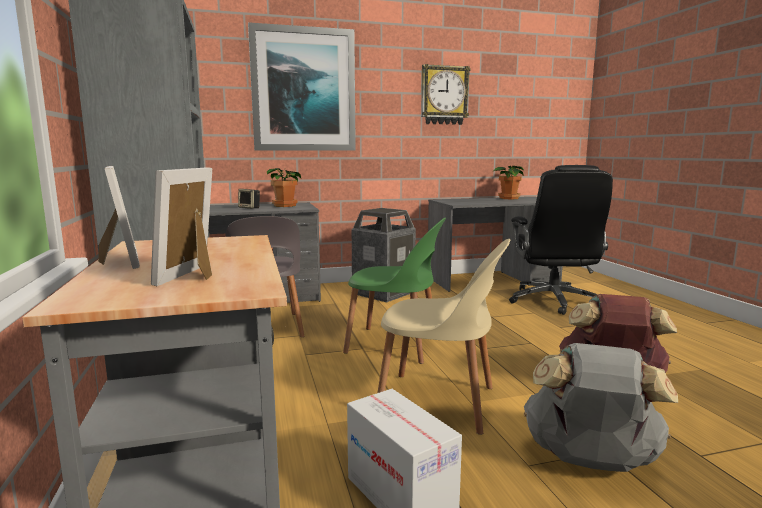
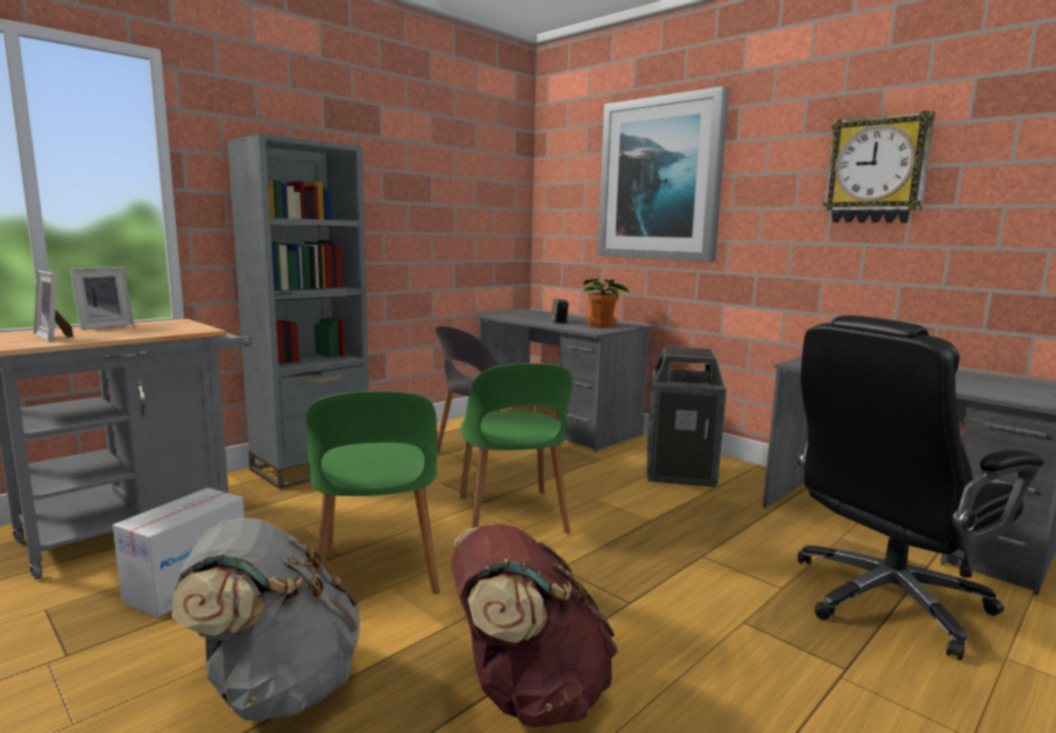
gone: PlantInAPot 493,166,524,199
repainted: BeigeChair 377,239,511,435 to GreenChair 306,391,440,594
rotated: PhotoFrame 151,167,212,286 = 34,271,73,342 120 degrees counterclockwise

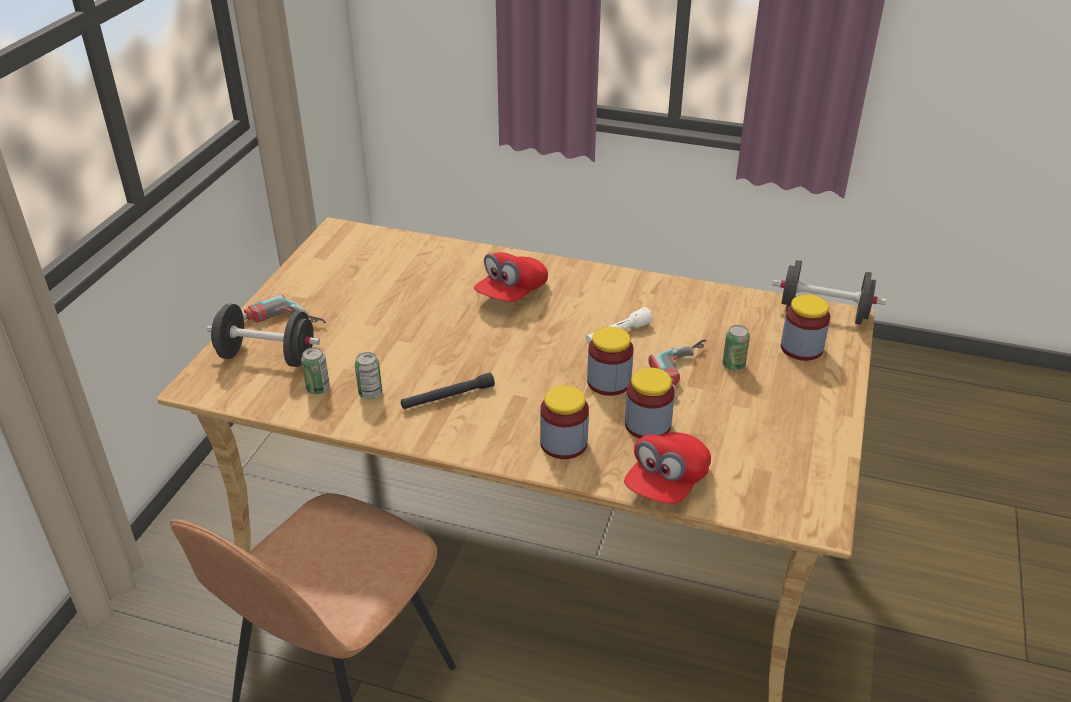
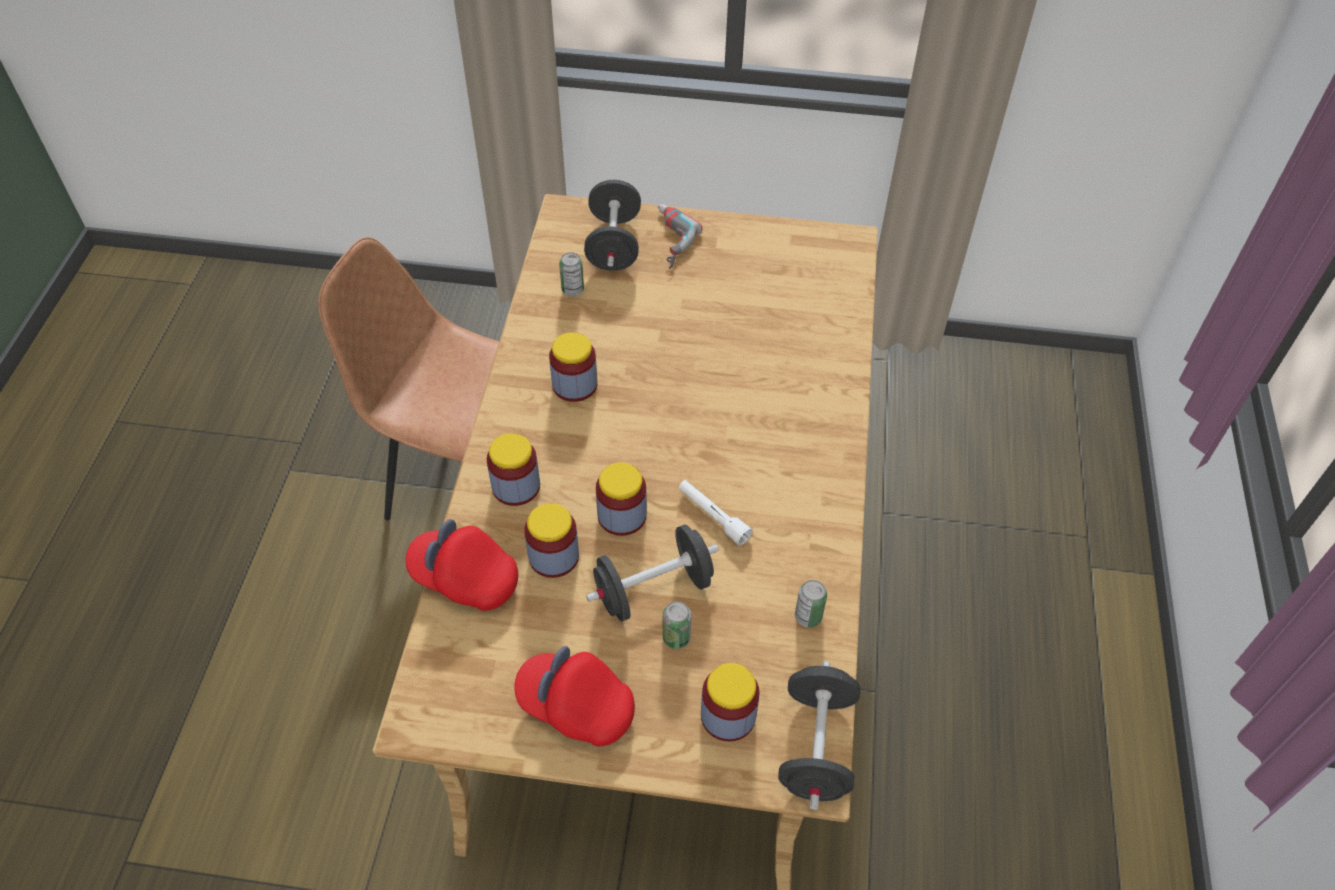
shifted: Can 355,352,382,399 to 795,580,827,627; RedColouredBaseballCap 474,252,548,302 to 514,646,635,746
swapped: BlackColouredTorch 401,373,495,409 to StorageJar 549,332,597,402; Drill 648,340,706,395 to BlackColouredFreeWeight 586,524,719,622

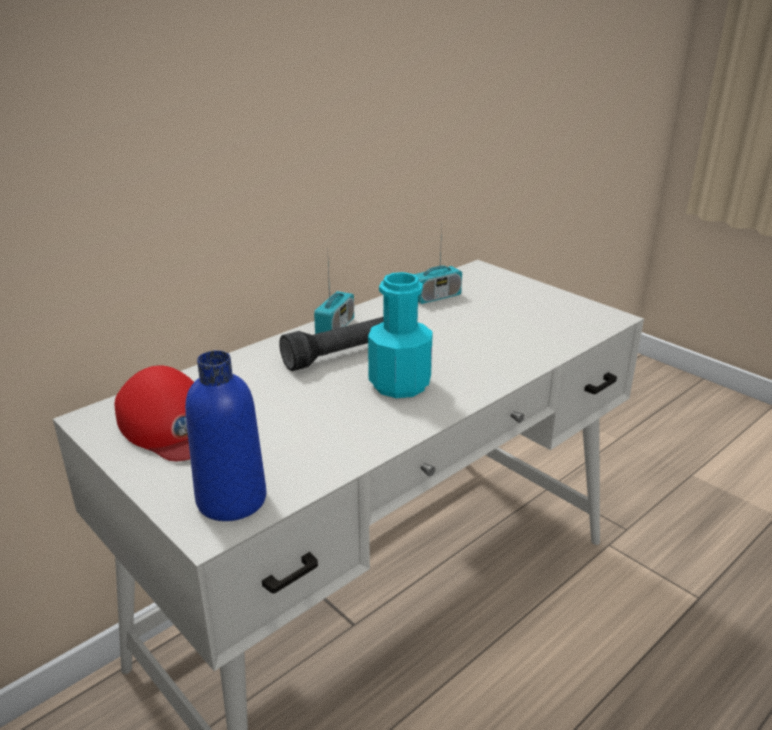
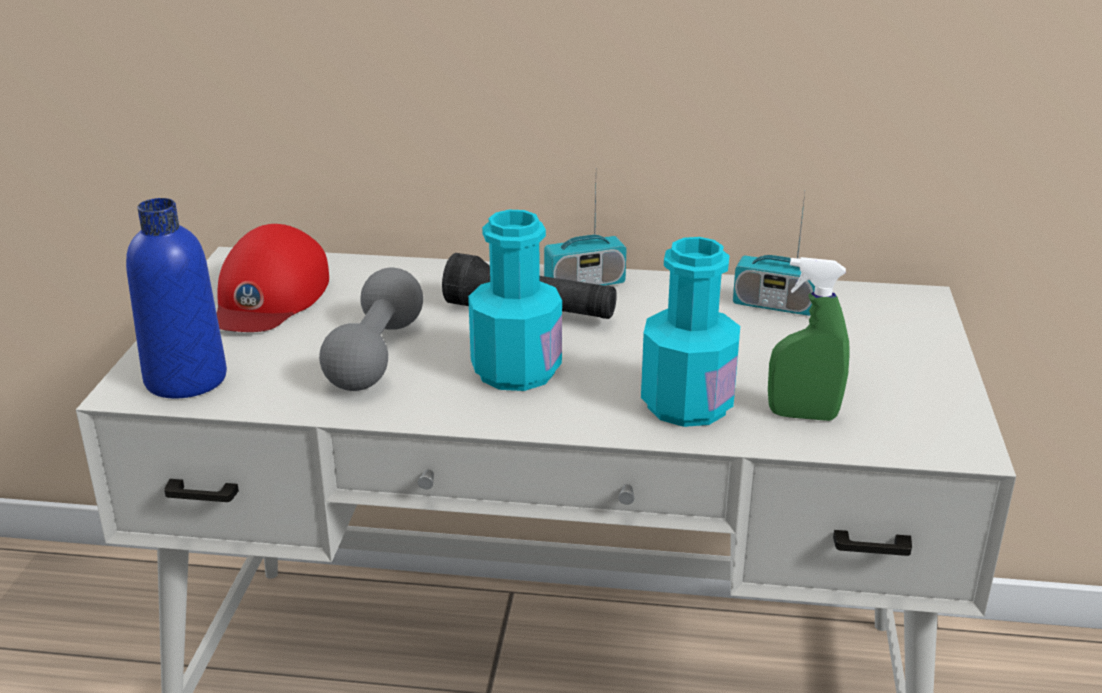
new: GreyishFreeWeight 319,268,423,391; TurquoiseBeverageBottle 641,237,740,427; GreenHandSprayer 768,257,850,421

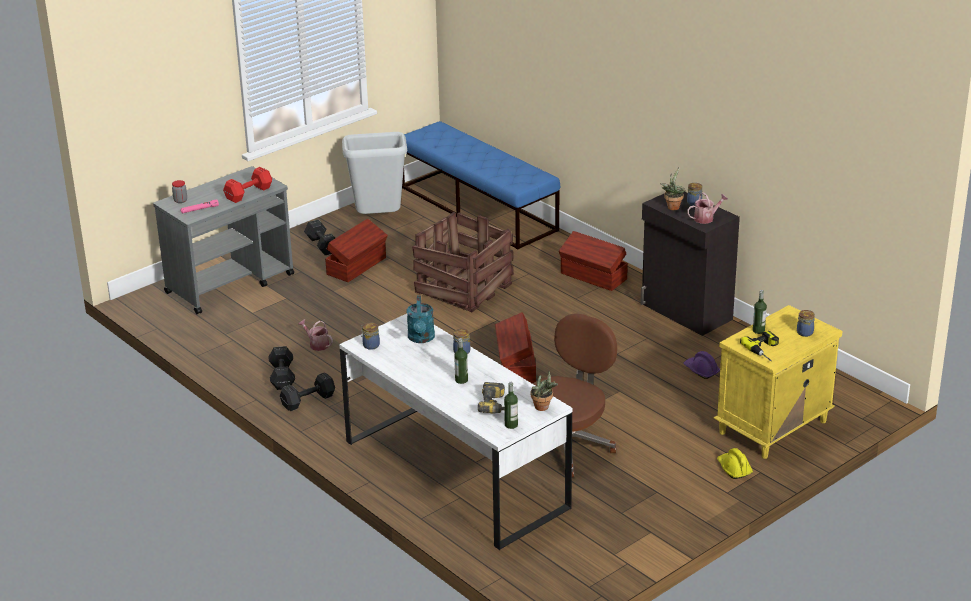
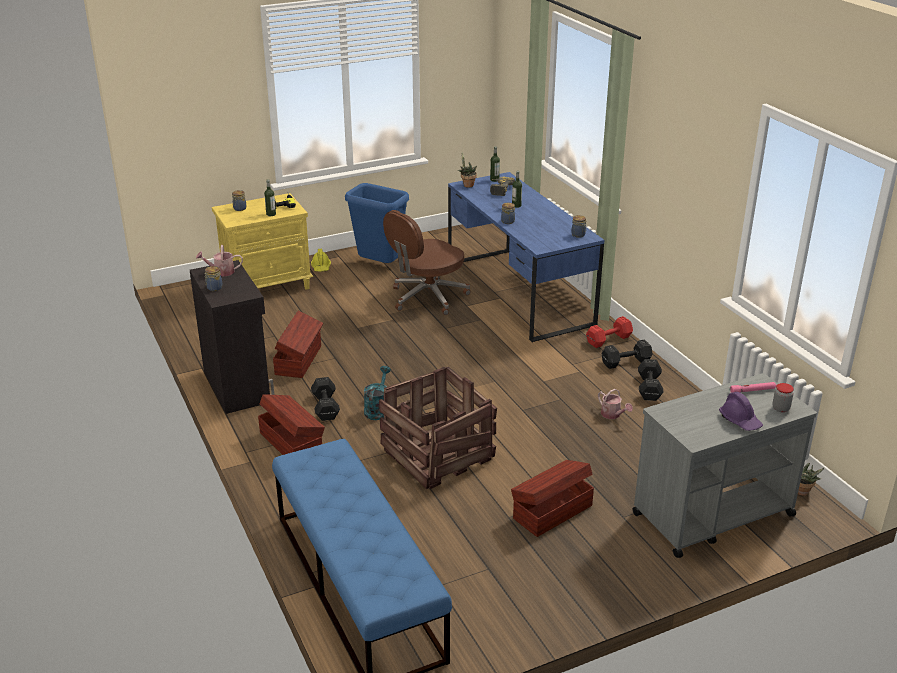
gone: GreyishTrashCan 342,132,407,214
new: BluishTrashCan 345,183,409,263
shifted: RedColouredFreeWeight 223,167,272,203 to 586,316,633,348; BlackColouredFreeWeight 304,219,335,255 to 311,377,340,421; TurquoiseSprinklingCan 407,295,435,343 to 364,366,391,420; BrownColouredStorageContainer 495,312,536,383 to 273,311,323,378; PlantInAPot 660,167,686,210 to 798,463,825,496; PurpleSafetyHelmet 684,351,720,379 to 719,392,763,431
repainted: WhiteDeskUnit 339,314,572,550 to BluishDeskUnit 448,172,604,343

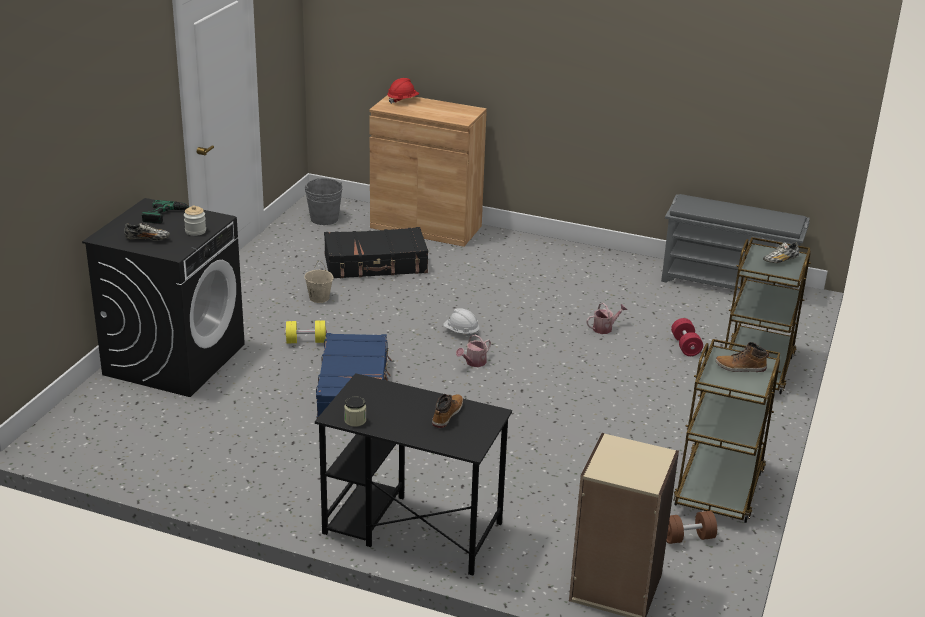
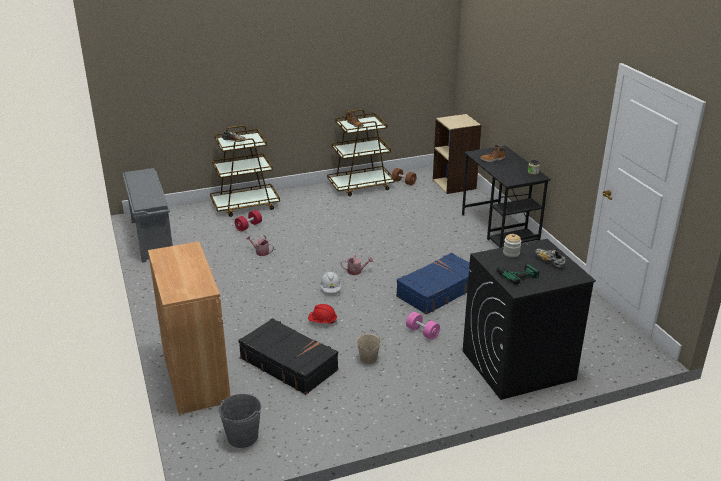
shifted: RedColouredSafetyHelmet 387,78,419,104 to 308,304,337,324
repainted: YellowFreeWeight 285,320,327,343 to PinkFreeWeight 406,312,440,340

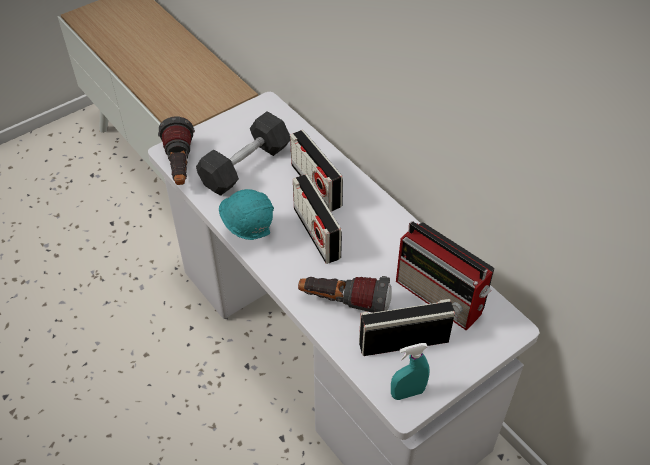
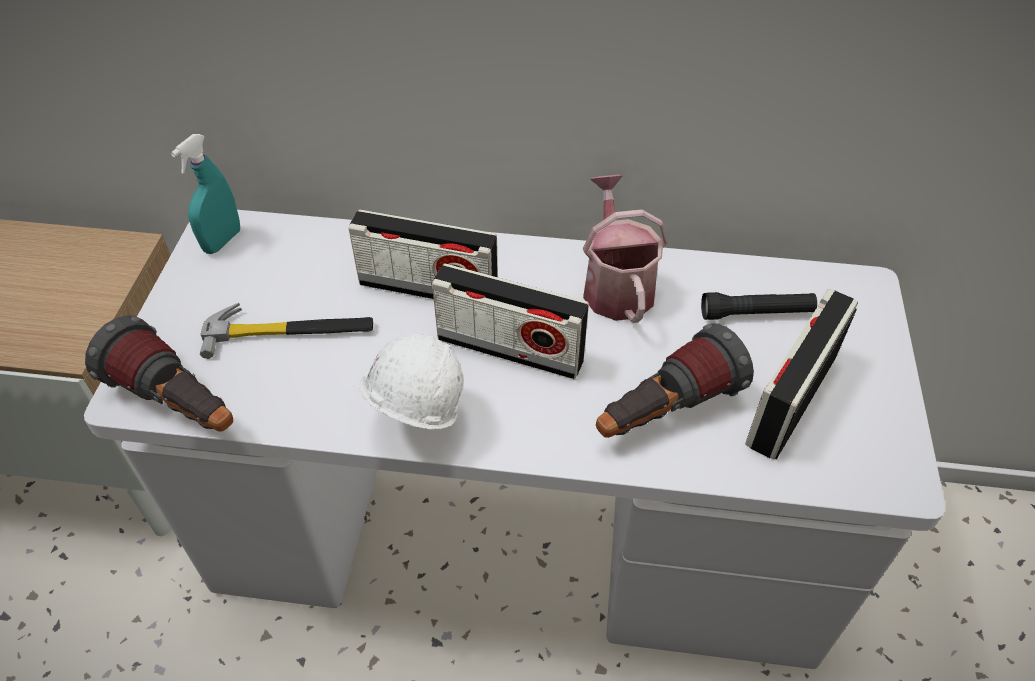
new: SprinklingCan 583,174,668,323
shifted: TurquoiseHandSprayer 391,343,430,400 to 171,134,240,254
swapped: GreyishFreeWeight 196,111,290,196 to HandHammer 200,303,373,359; Radio 396,221,495,331 to BlackColouredTorch 701,292,817,320
repainted: TurquoiseSafetyHelmet 219,189,274,240 to WhiteSafetyHelmet 359,333,463,430

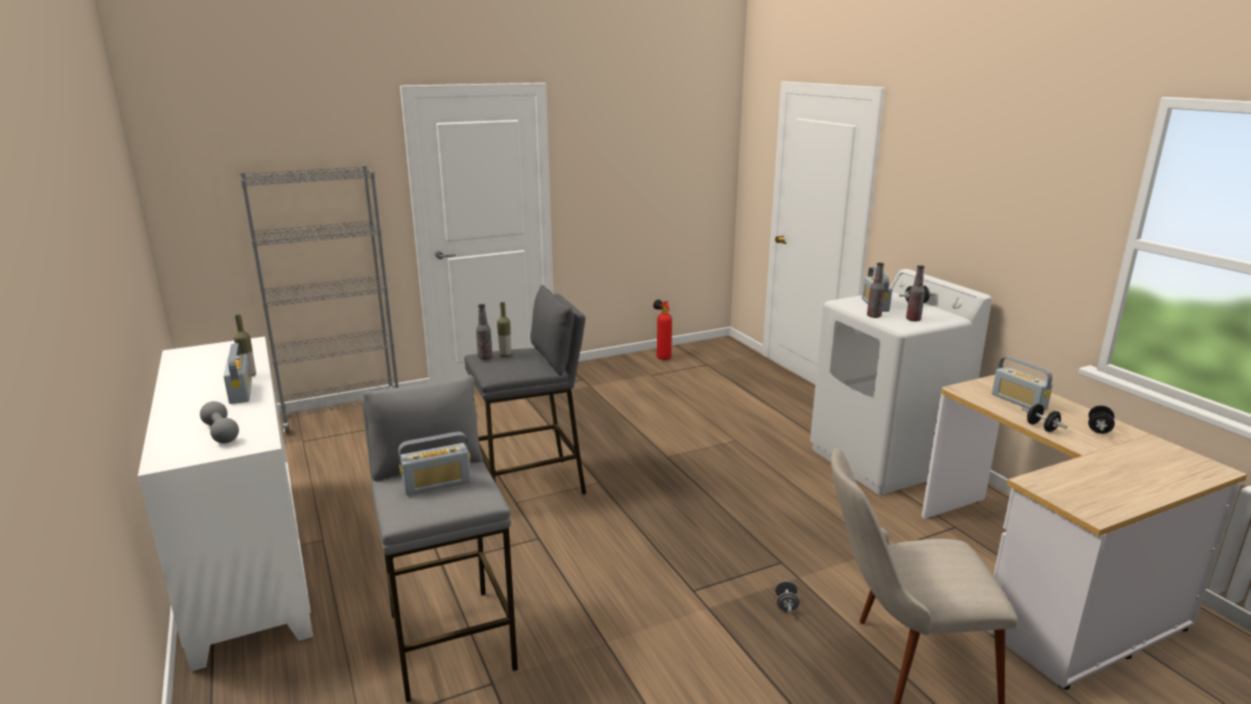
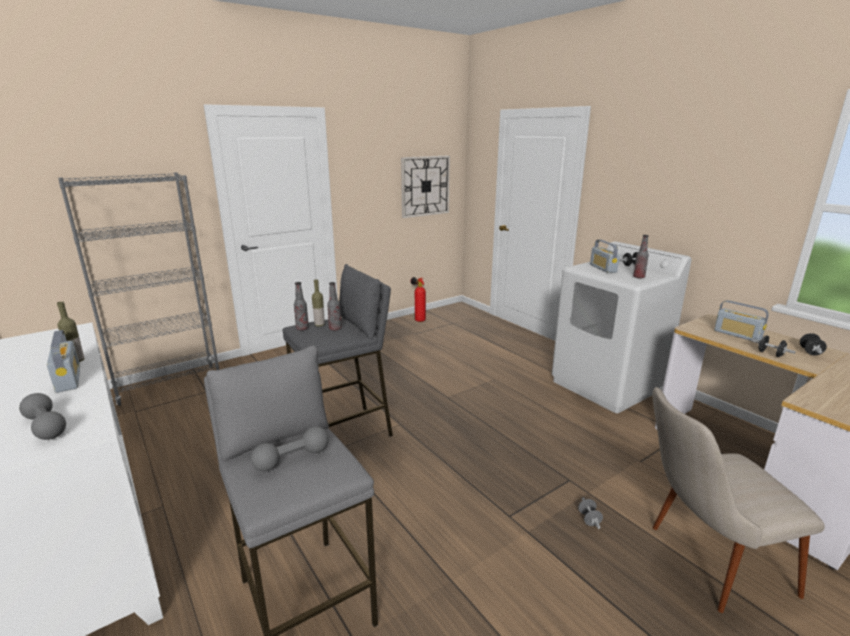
new: ClockOnTheWall 401,155,450,218
shifted: BeverageBottle 867,263,885,318 to 327,282,342,331
swapped: Radio 398,432,471,495 to GreyishFreeWeight 251,426,329,472

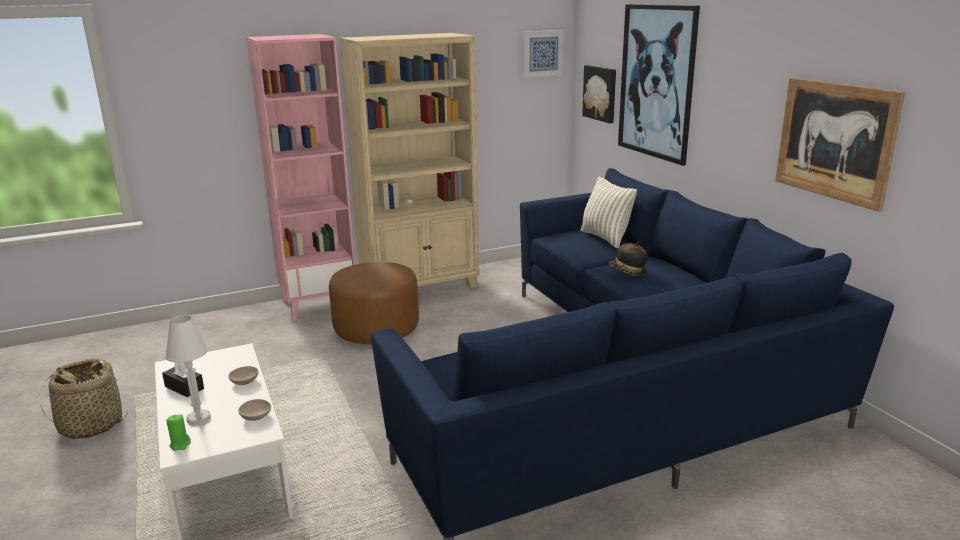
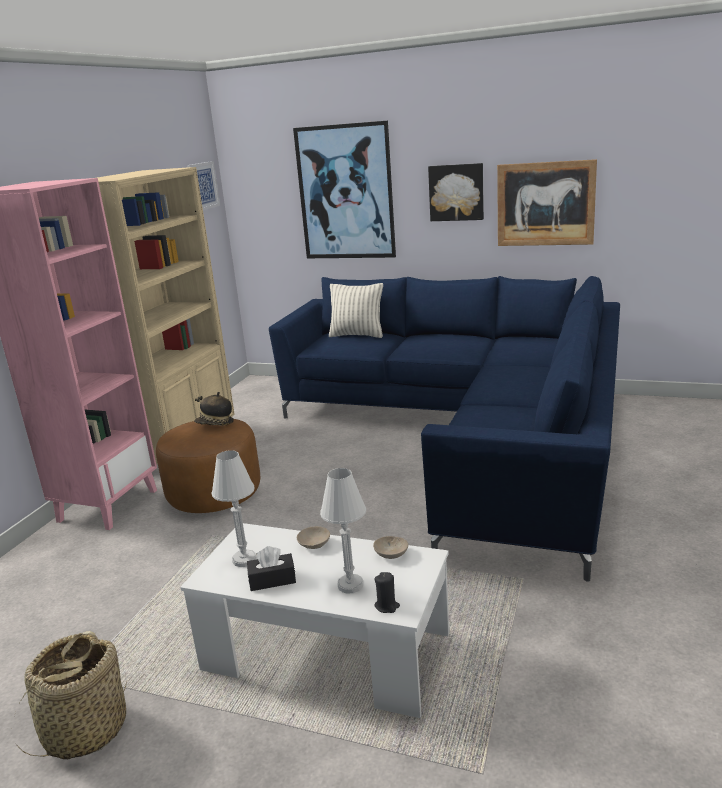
new: WhiteTabletopLamp 212,450,256,567
shifted: WallPicture 582,65,616,123 to 428,163,484,221; WearableHat 608,242,648,276 to 194,392,234,425
repainted: GreenCandle 166,414,191,451 to BlackColouredCandle 374,572,400,613

